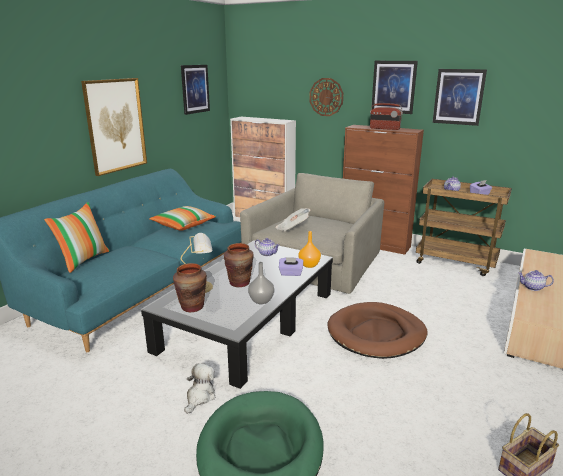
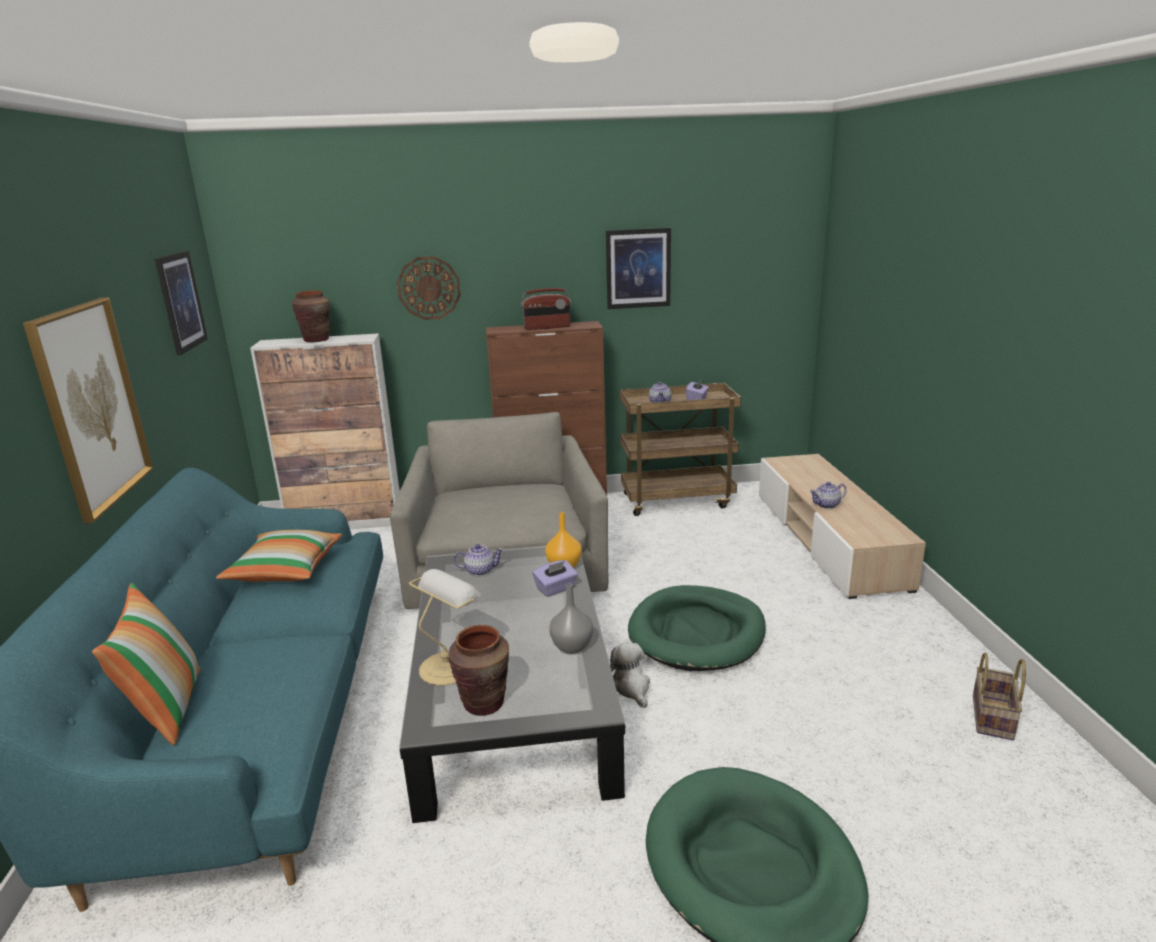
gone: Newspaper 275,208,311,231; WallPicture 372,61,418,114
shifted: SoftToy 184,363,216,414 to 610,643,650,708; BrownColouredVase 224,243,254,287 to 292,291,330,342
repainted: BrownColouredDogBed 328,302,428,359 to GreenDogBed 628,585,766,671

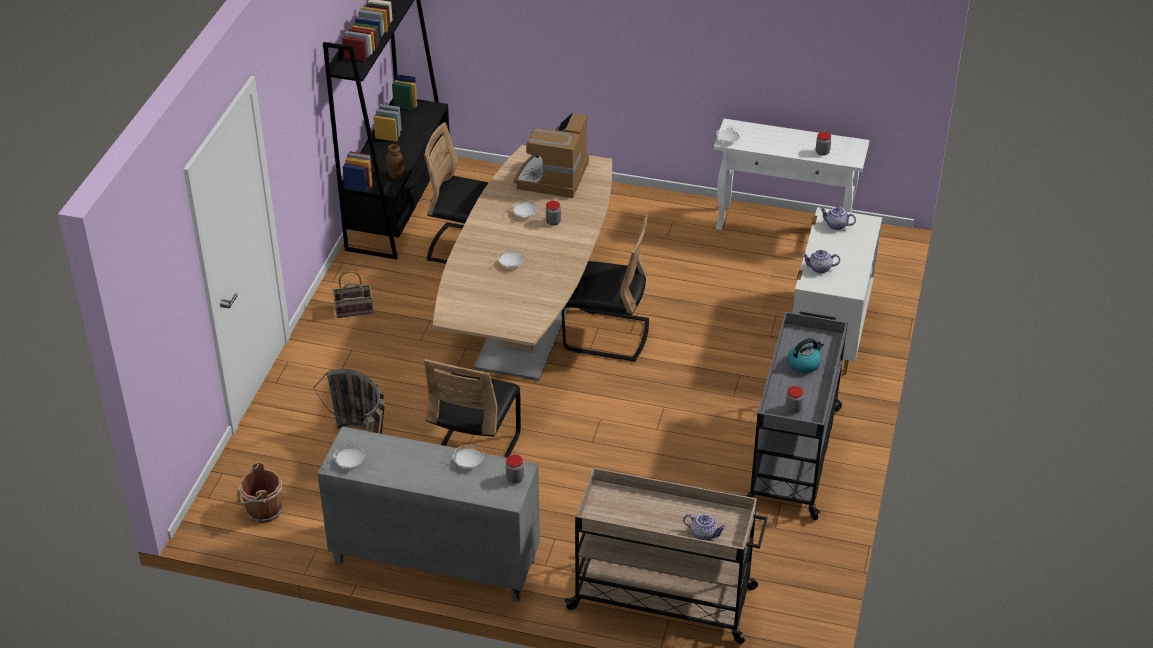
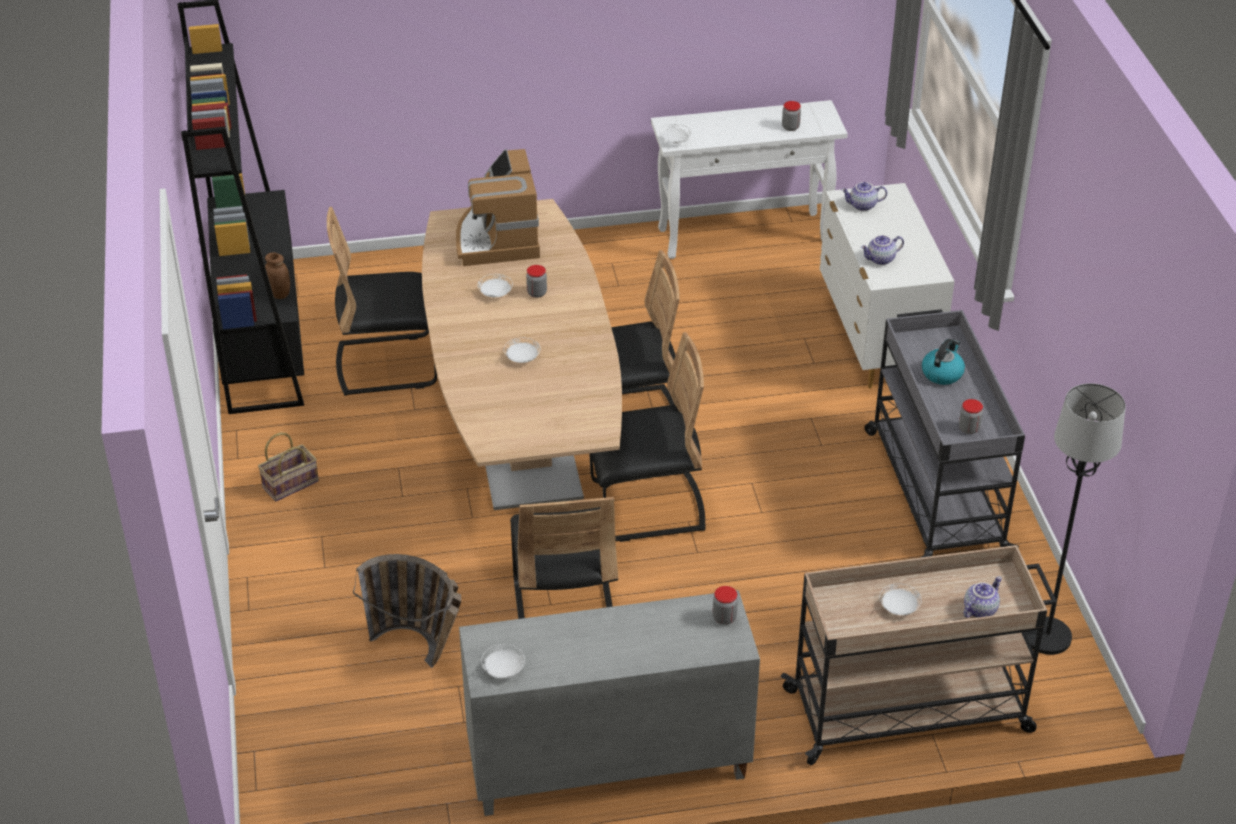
gone: BrownColouredBucket 236,462,282,523
new: BlackColouredChair 589,332,705,542; BlackColouredStandingLamp 1025,383,1126,655
shifted: WhiteDinnerPlate 453,444,484,468 to 879,583,922,615
rotated: Teapot 683,514,726,541 = 963,576,1002,617 45 degrees counterclockwise

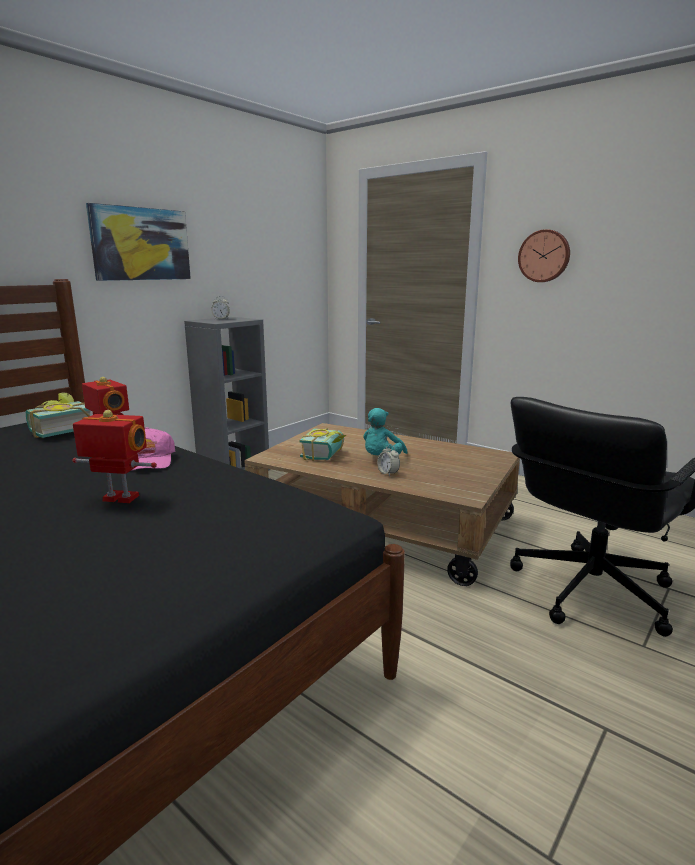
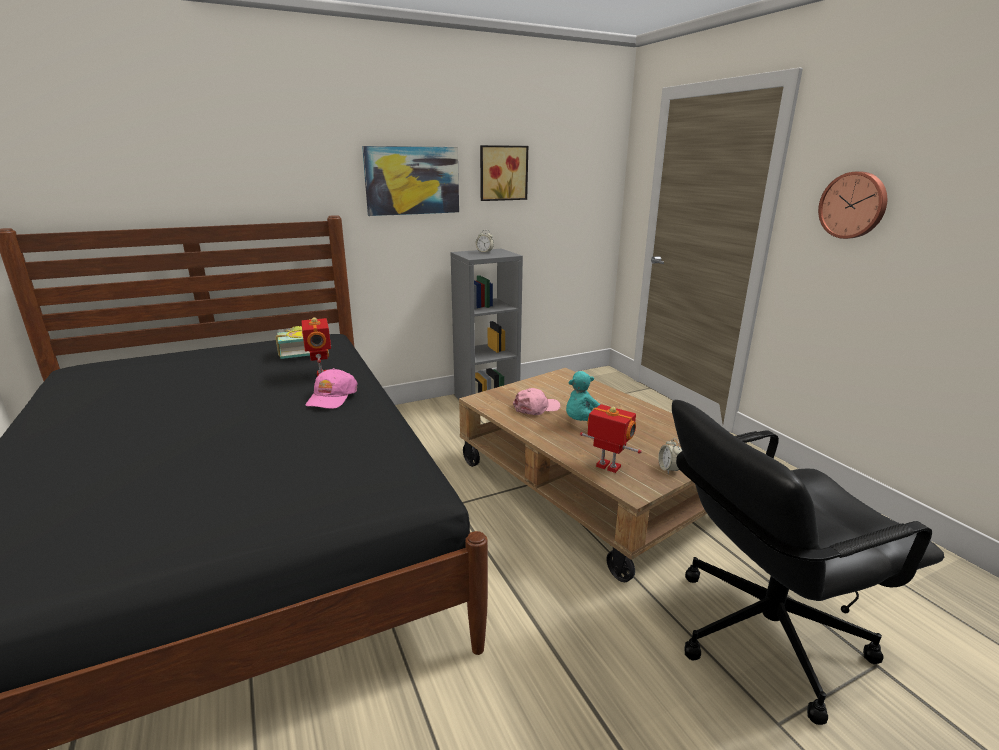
new: WallPicture 480,145,528,201
shifted: RobotFigure 72,410,157,503 to 580,404,641,473; BedsideClock 377,445,400,476 to 658,438,682,474
swapped: BoundBook 300,428,346,461 to PinkBaseballCap 513,388,560,415

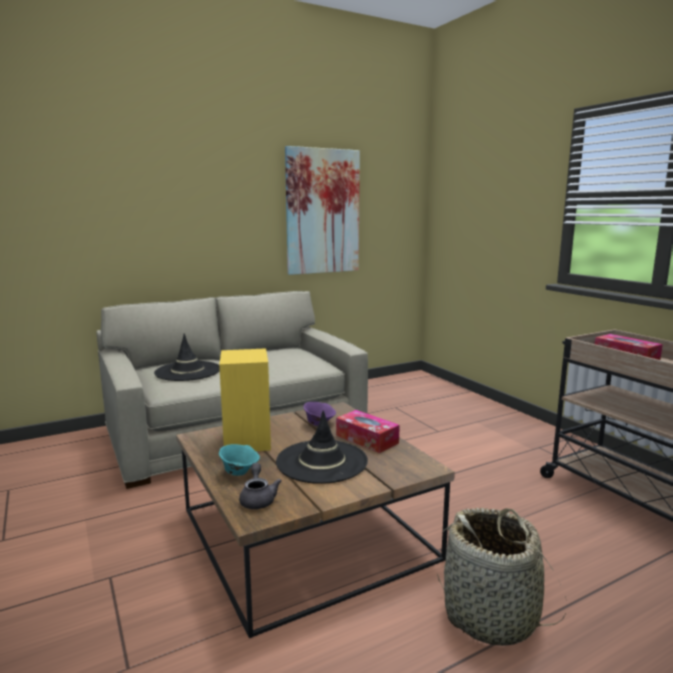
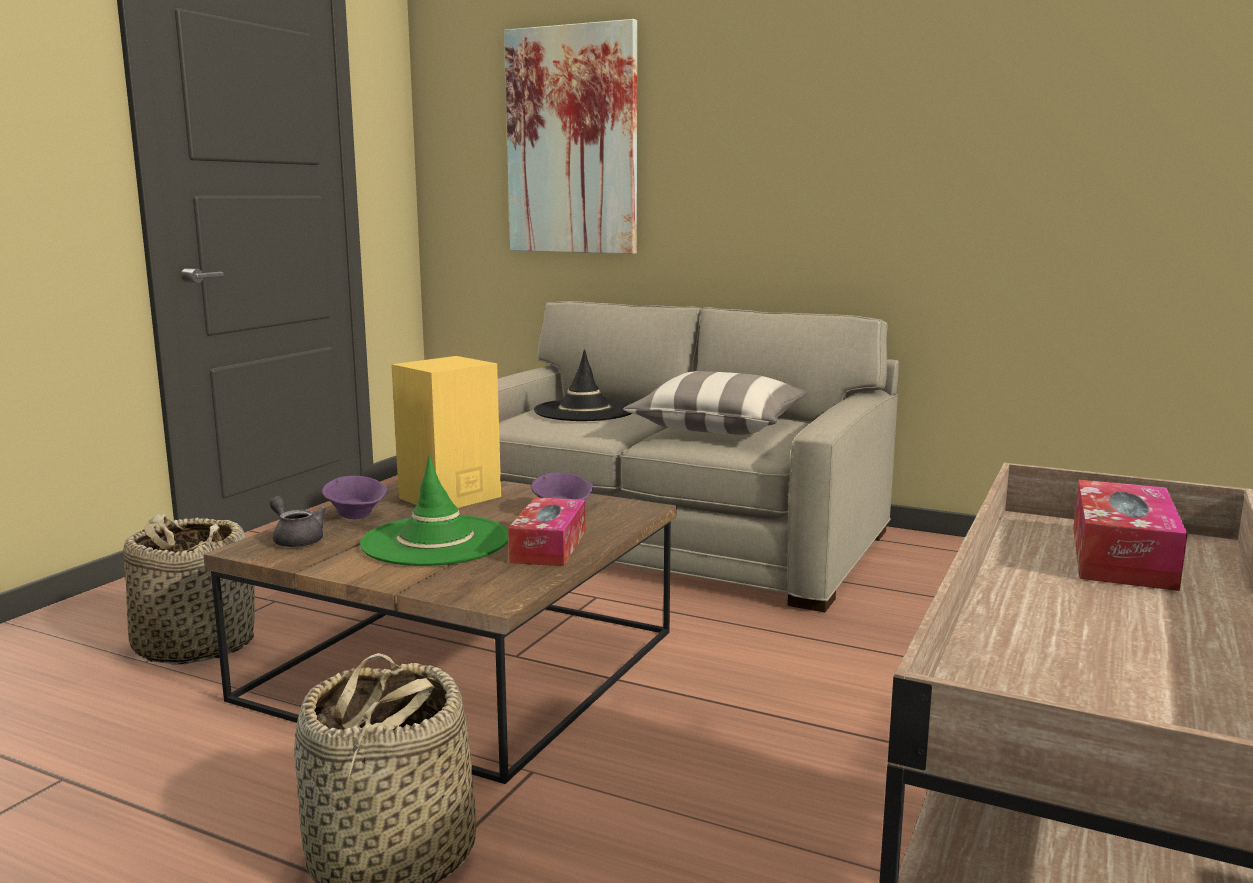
new: Basket 123,514,255,665; Cushion 623,371,807,435
shifted: WallPicture 285,146,360,275 to 504,19,637,254
repainted: TurquoiseBowl 219,444,260,476 to PurpleBowl 322,476,388,519; BlackColouredWearableHat 276,410,368,484 to GreenWearableHat 360,456,508,566
rotated: GreyishTeapot 239,463,282,509 = 270,496,326,547 90 degrees counterclockwise

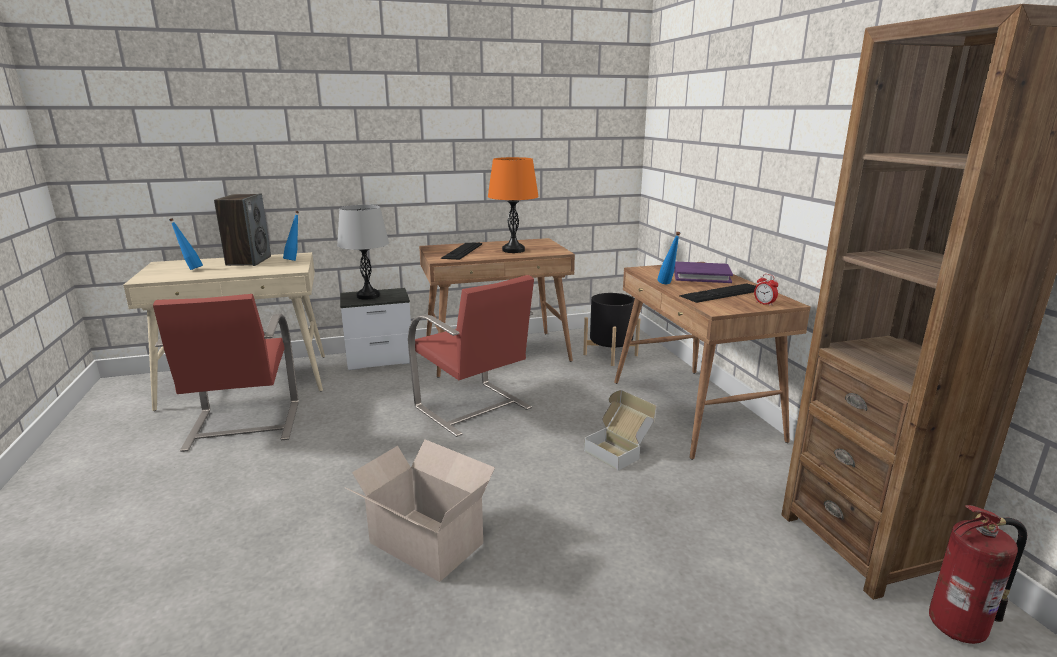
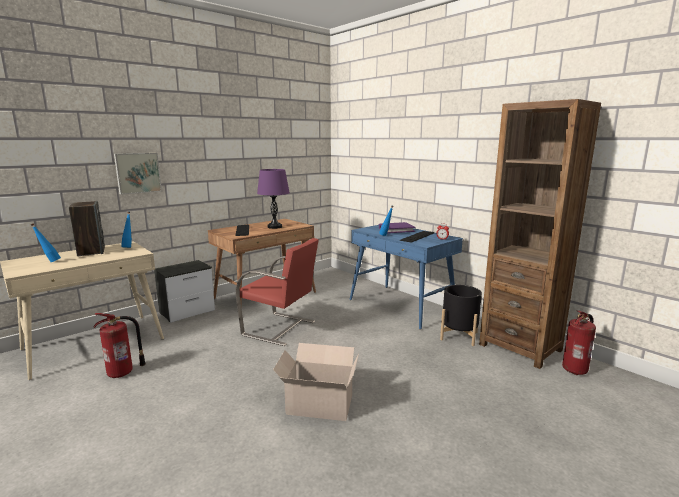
gone: GreyishTabletopLamp 337,205,389,300; CardboardBox 584,390,657,471
new: WallPicture 114,153,162,195
shifted: BlackColouredPlantPot 583,293,640,366 to 440,285,482,346
swapped: RedColouredChair 153,294,299,452 to Extinguisher 93,313,146,378
repainted: OrangeColouredTabletopLamp 488,157,539,253 to PurpleTabletopLamp 257,169,290,229; BrownColouredDeskUnit 614,262,811,460 to BluishDeskUnit 350,225,463,330

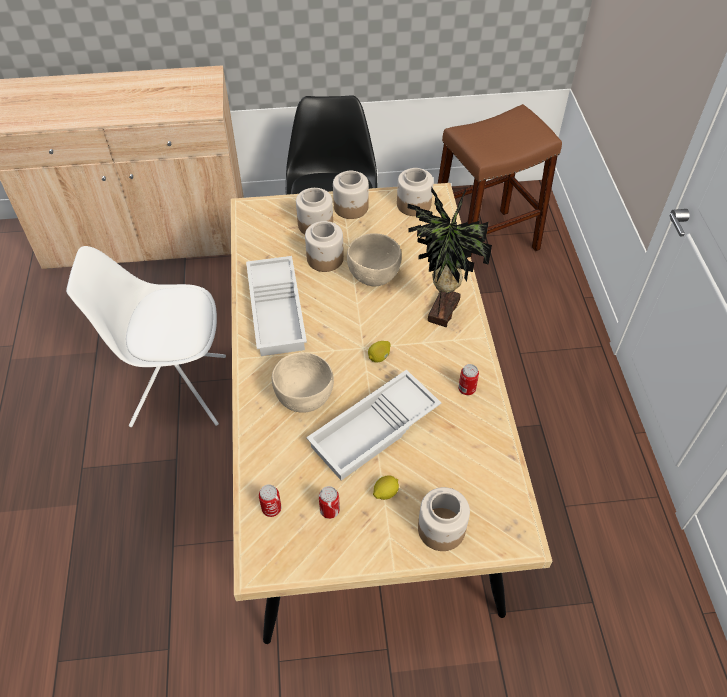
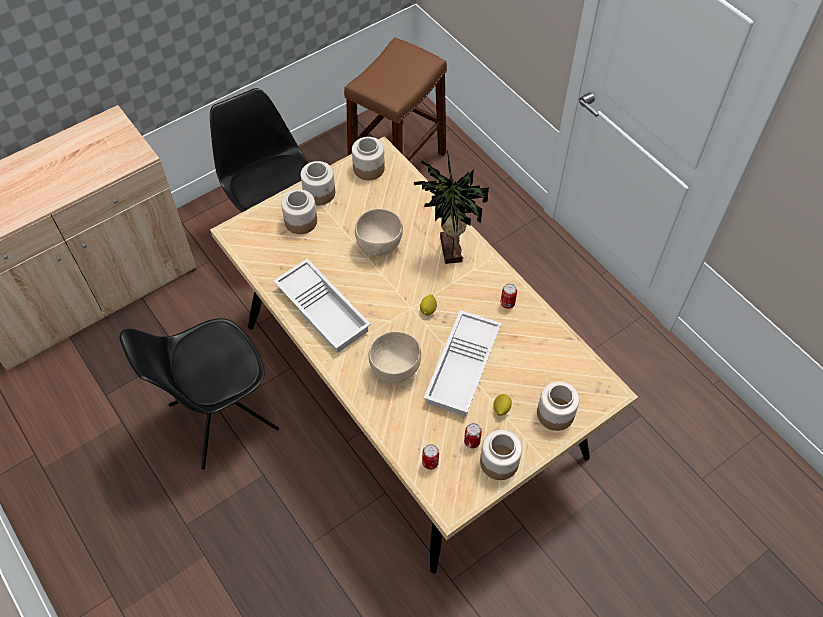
shifted: StorageJar 305,221,344,272 to 480,429,522,480
repainted: WhiteChair 66,246,226,427 to BlackColouredChair 120,318,279,470

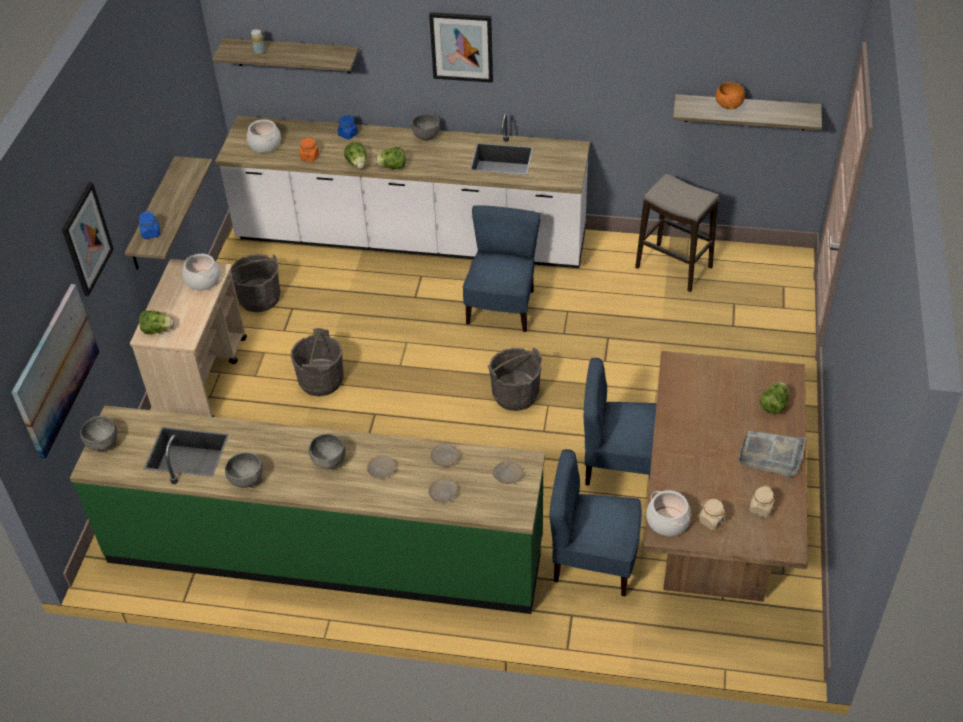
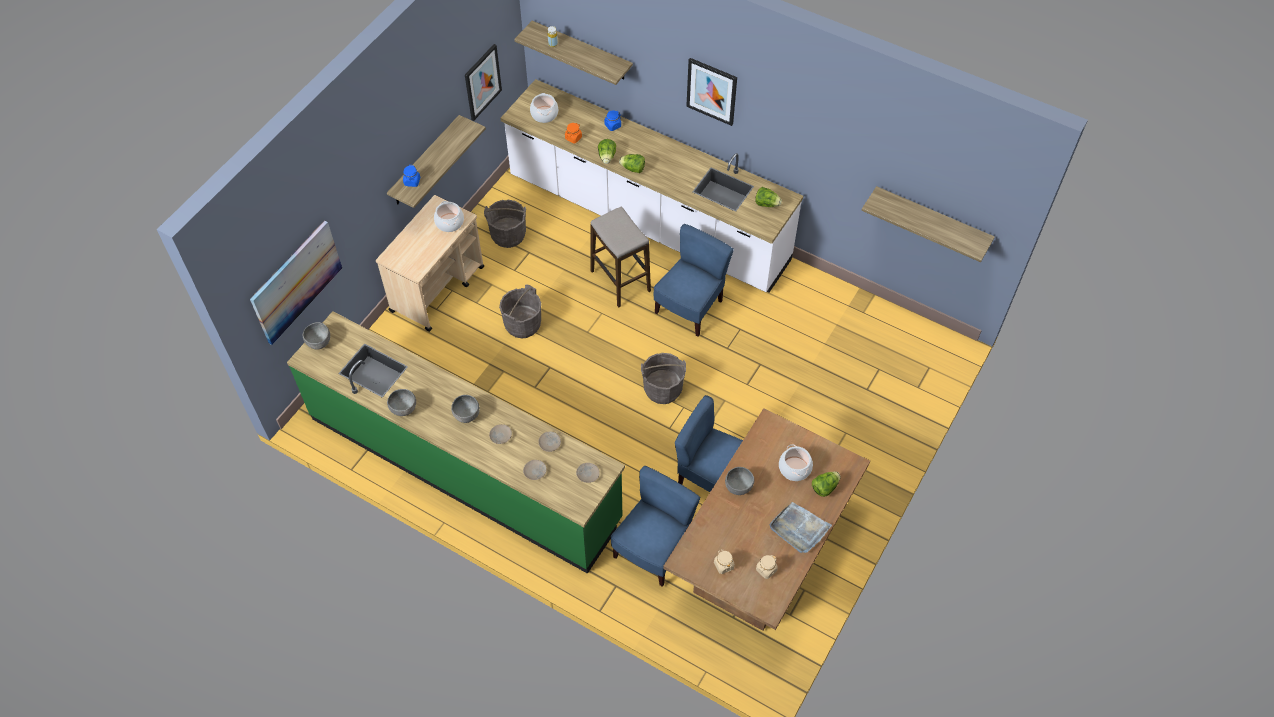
gone: OrangeColouredBowl 716,82,745,109
shifted: WallPicture 62,182,114,296 to 465,44,502,121; Lettuce 139,310,174,334 to 755,187,782,207; GreyishBowl 412,114,440,140 to 725,467,754,495; SittingStool 635,174,719,292 to 590,207,651,308; Saucepot 646,490,691,536 to 779,444,813,481
rotated: BluishChair 549,449,642,597 = 611,466,700,587 90 degrees clockwise

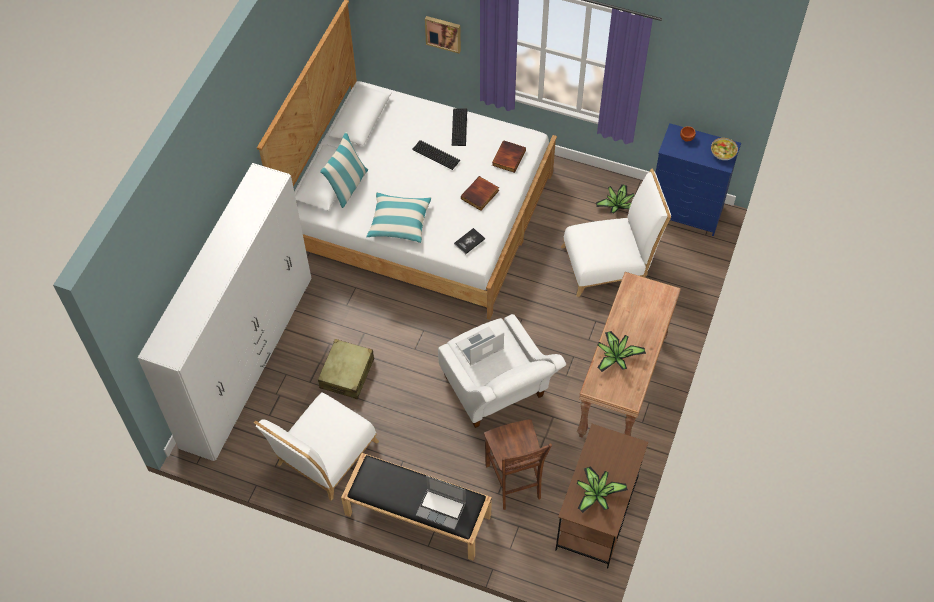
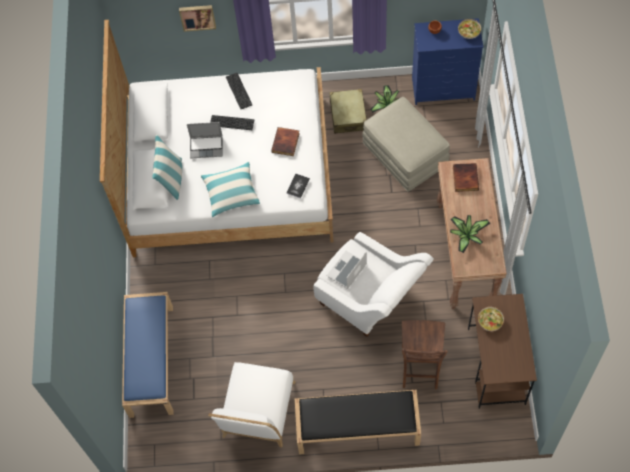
gone: PlantInAPot 576,467,628,513
new: Bowl 478,307,504,331
shifted: BeigeSuitcase 318,339,374,399 to 329,89,367,134; PortableComputer 416,476,466,530 to 187,122,223,159; BoundBook 492,140,526,173 to 453,163,479,192
swapped: WhiteClothesCupboard 137,163,312,461 to BluishIndoorBench 122,292,174,418; WhiteChair 561,168,671,297 to BeigePouffe 363,97,450,192
rotated: BrownColouredChair 484,419,552,510 = 402,320,447,389 45 degrees clockwise

